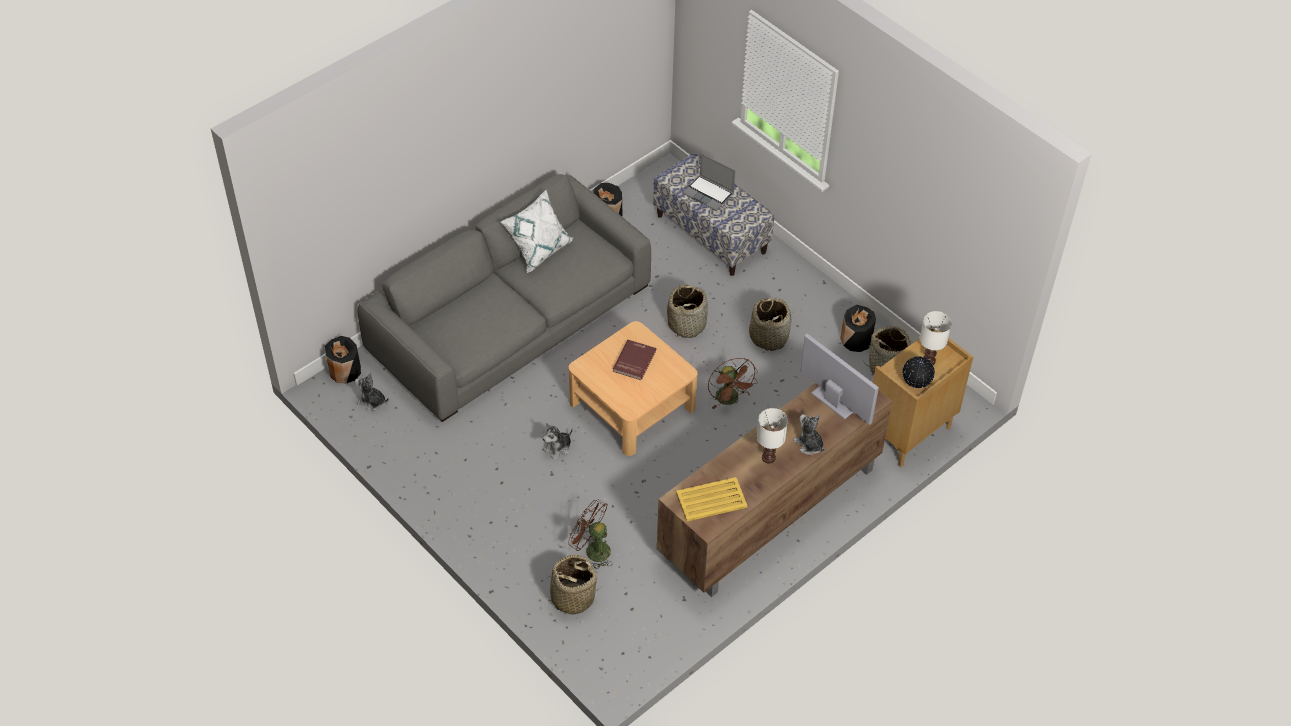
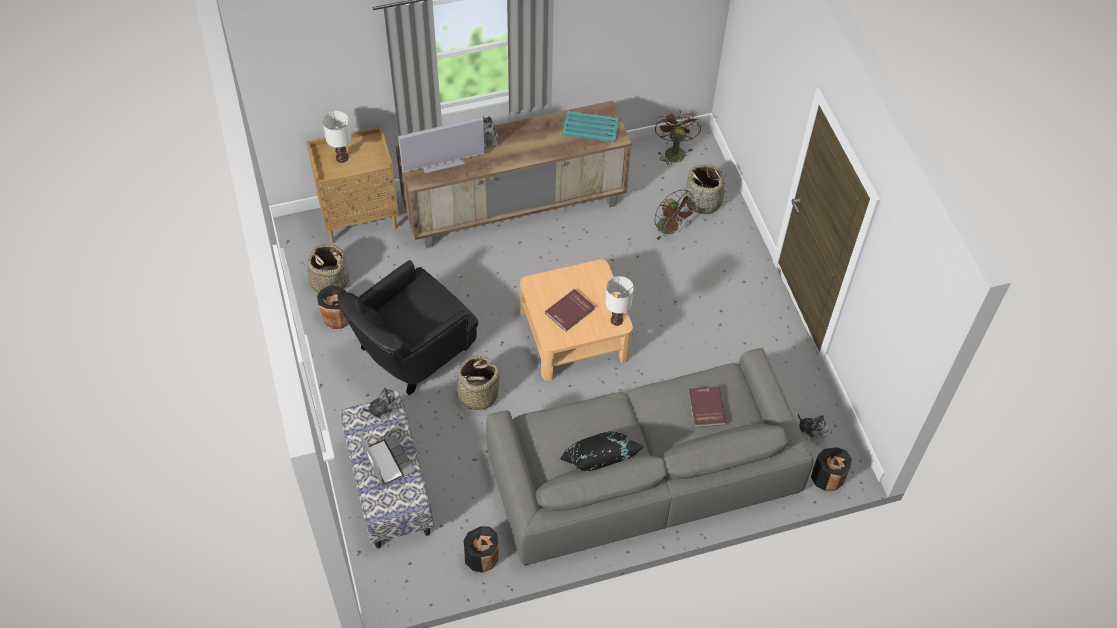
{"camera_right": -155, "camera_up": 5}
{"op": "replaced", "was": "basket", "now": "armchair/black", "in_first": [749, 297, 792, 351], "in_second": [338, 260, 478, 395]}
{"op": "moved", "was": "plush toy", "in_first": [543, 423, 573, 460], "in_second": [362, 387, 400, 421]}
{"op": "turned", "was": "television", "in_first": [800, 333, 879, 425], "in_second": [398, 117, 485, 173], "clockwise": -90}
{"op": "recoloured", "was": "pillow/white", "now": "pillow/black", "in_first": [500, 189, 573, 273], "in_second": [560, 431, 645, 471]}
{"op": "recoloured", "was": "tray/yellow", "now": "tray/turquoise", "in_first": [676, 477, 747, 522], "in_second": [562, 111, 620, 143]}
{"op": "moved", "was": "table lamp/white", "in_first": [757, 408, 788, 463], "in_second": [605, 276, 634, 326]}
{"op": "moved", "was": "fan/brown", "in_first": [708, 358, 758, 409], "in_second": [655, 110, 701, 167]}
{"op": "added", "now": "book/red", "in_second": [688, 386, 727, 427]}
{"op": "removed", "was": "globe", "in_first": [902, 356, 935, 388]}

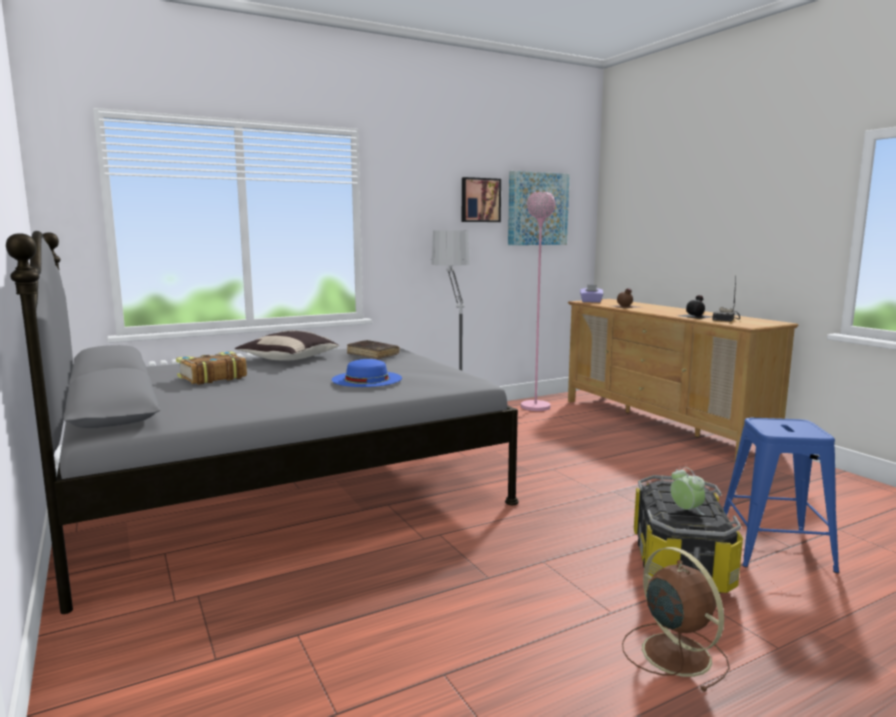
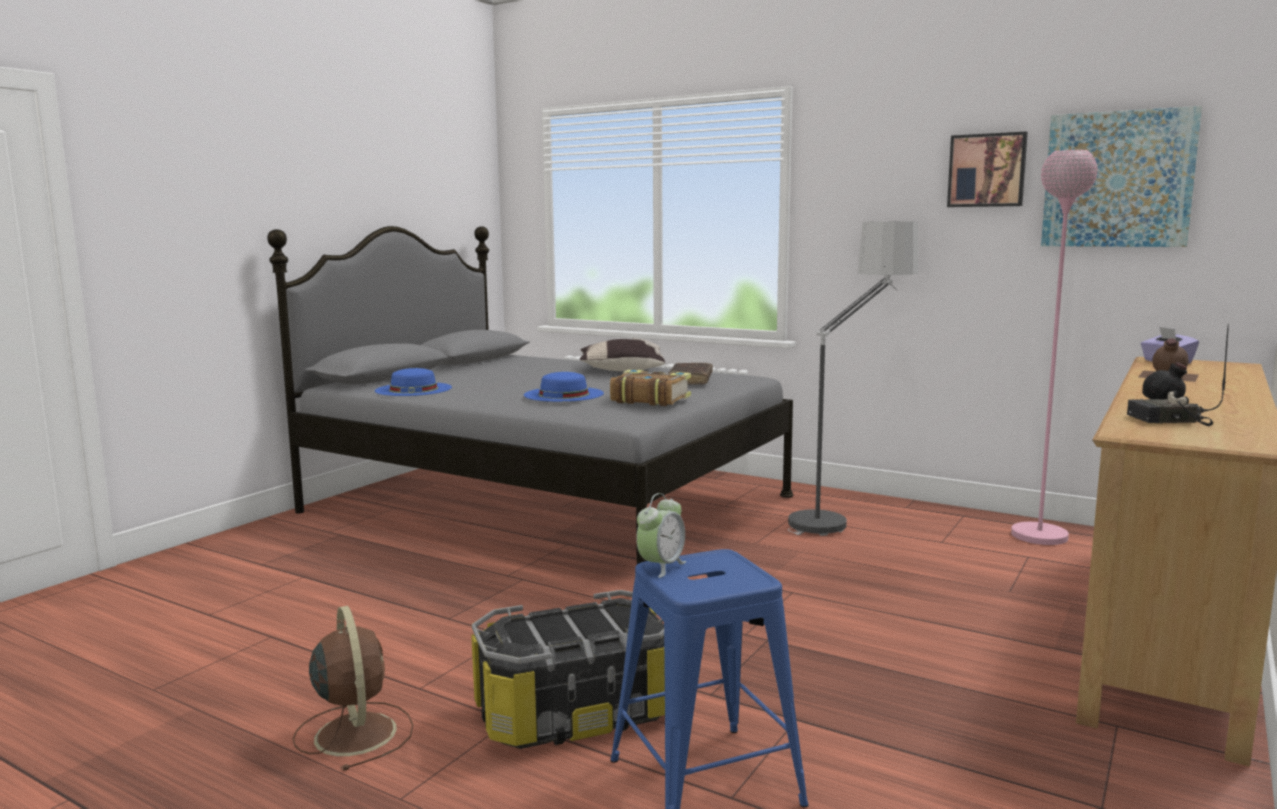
{"camera_right": 60, "camera_up": 0}
{"op": "turned", "was": "fan/brown", "in_first": [622, 547, 730, 692], "in_second": [293, 606, 413, 771], "clockwise": -60}
{"op": "added", "now": "hat/blue", "in_second": [375, 368, 452, 396]}
{"op": "moved", "was": "book", "in_first": [176, 351, 247, 385], "in_second": [610, 369, 691, 406]}
{"op": "moved", "was": "alarm clock", "in_first": [670, 467, 706, 515], "in_second": [636, 493, 686, 578]}

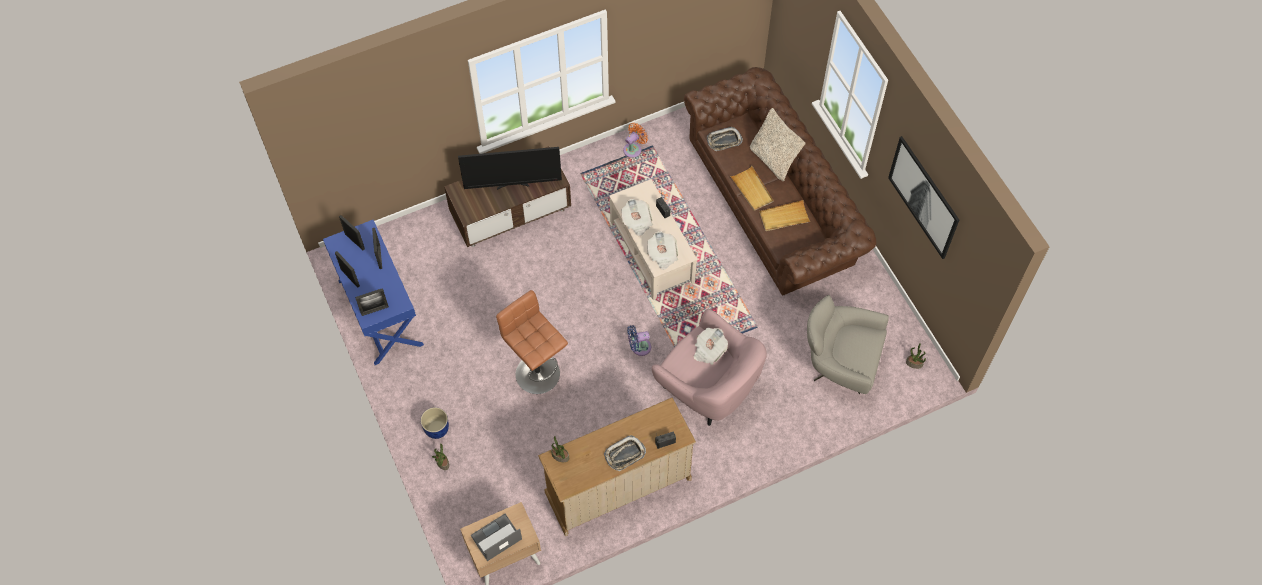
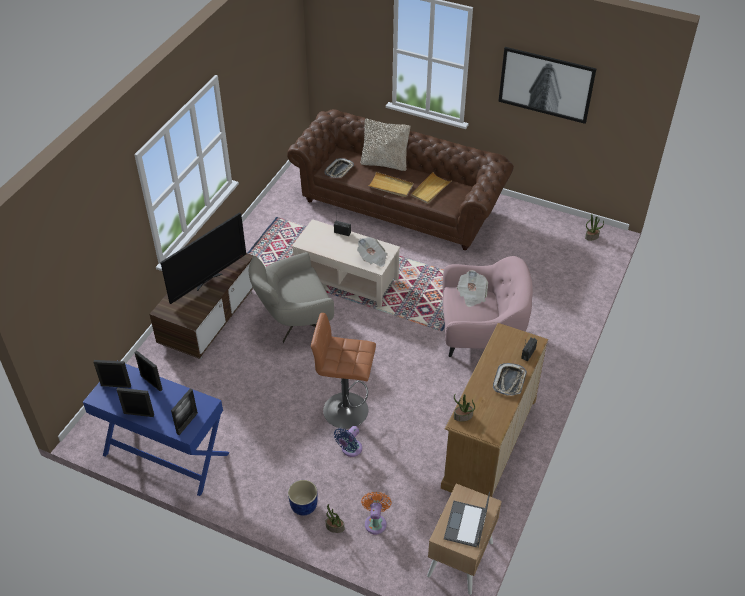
{"camera_right": -40, "camera_up": -15}
{"op": "moved", "was": "armchair/grey", "in_first": [807, 295, 889, 394], "in_second": [249, 252, 334, 343]}
{"op": "moved", "was": "fan/blue", "in_first": [627, 325, 651, 356], "in_second": [334, 426, 362, 457]}
{"op": "moved", "was": "fan/orange", "in_first": [623, 123, 648, 158], "in_second": [361, 492, 392, 534]}
{"op": "removed", "was": "newspaper", "in_first": [621, 198, 653, 236]}

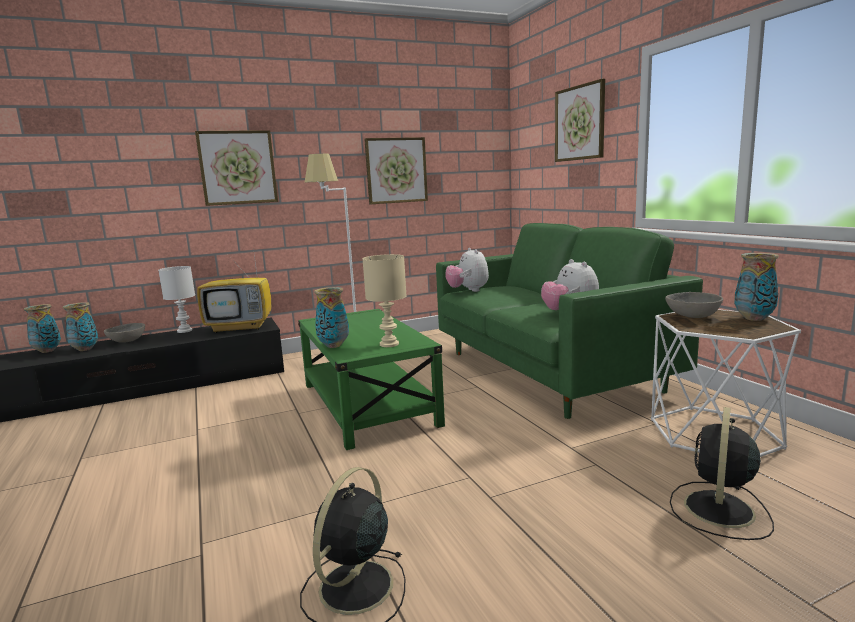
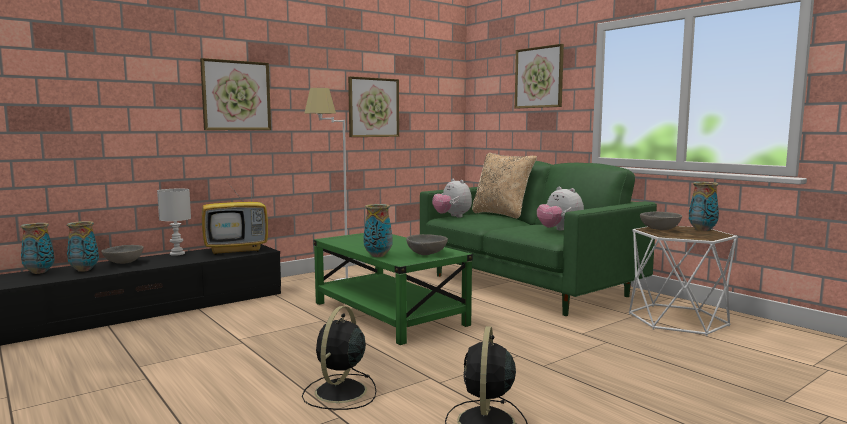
{"camera_right": -15, "camera_up": -5}
{"op": "moved", "was": "fan/black", "in_first": [670, 407, 774, 540], "in_second": [302, 306, 376, 410]}
{"op": "replaced", "was": "table lamp/beige", "now": "bowl/grey", "in_first": [362, 254, 407, 347], "in_second": [406, 234, 448, 255]}
{"op": "added", "now": "pillow/beige", "in_second": [472, 153, 537, 219]}

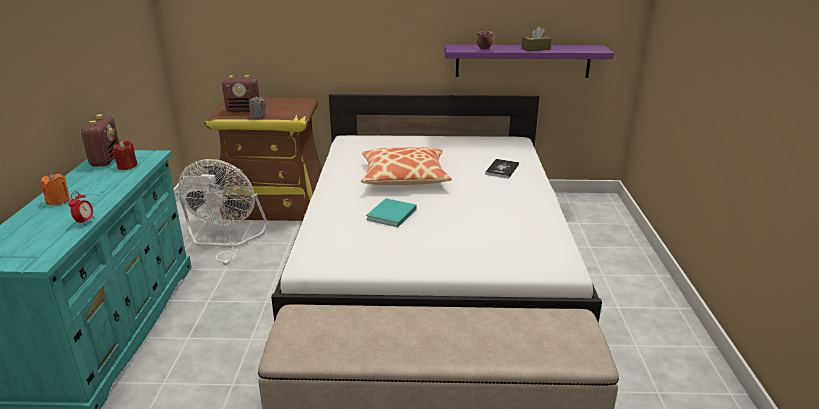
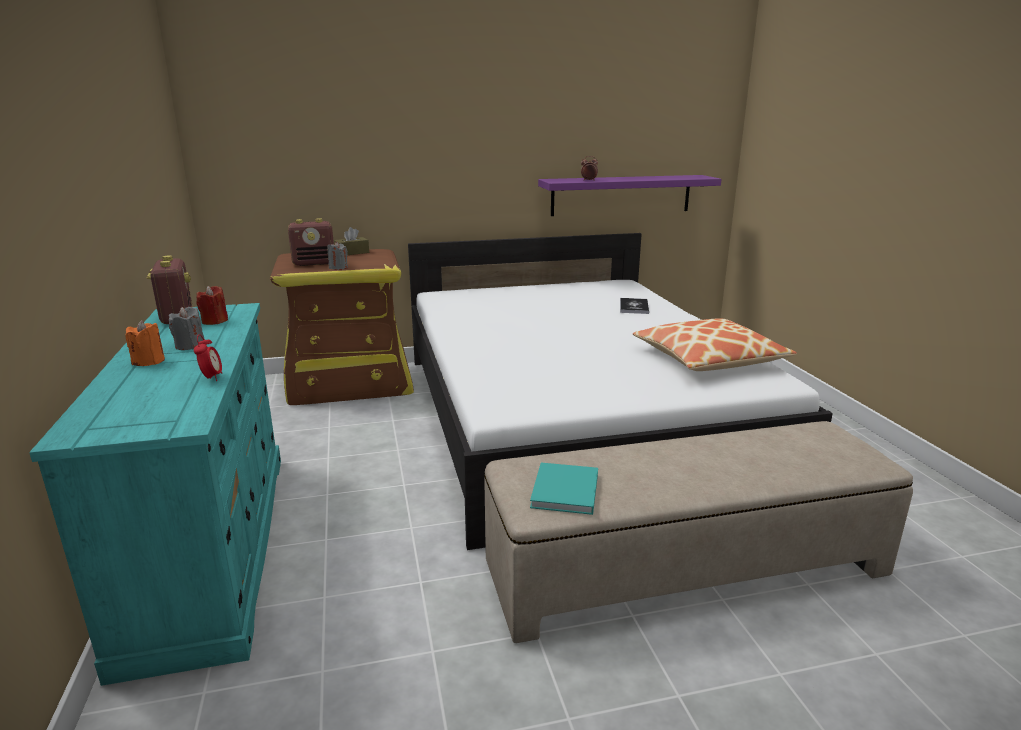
{"camera_right": -15, "camera_up": -5}
{"op": "added", "now": "candle/grey", "in_second": [169, 307, 204, 350]}
{"op": "moved", "was": "tissue box/brown", "in_first": [521, 26, 552, 51], "in_second": [334, 227, 369, 255]}
{"op": "moved", "was": "book/turquoise", "in_first": [366, 198, 417, 227], "in_second": [530, 463, 598, 515]}
{"op": "moved", "was": "pillow", "in_first": [361, 147, 452, 185], "in_second": [633, 318, 797, 371]}
{"op": "removed", "was": "fan/white", "in_first": [176, 159, 267, 265]}

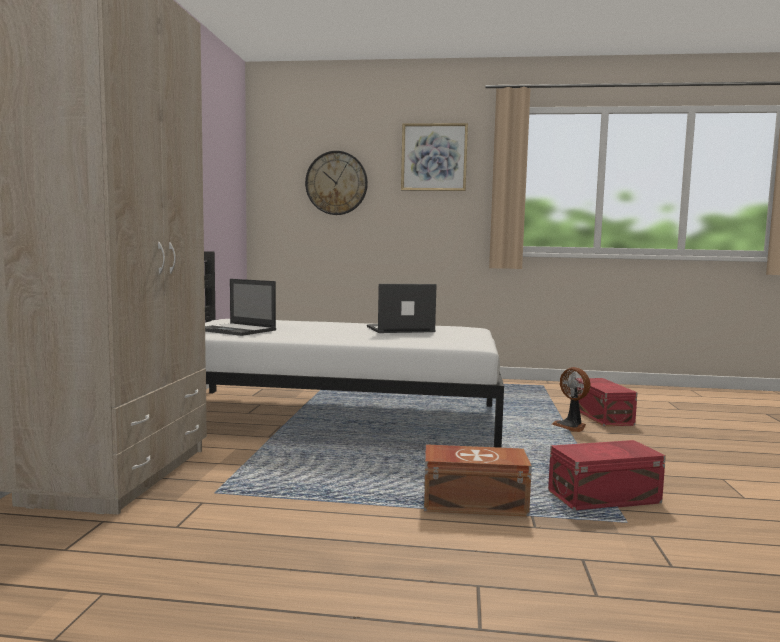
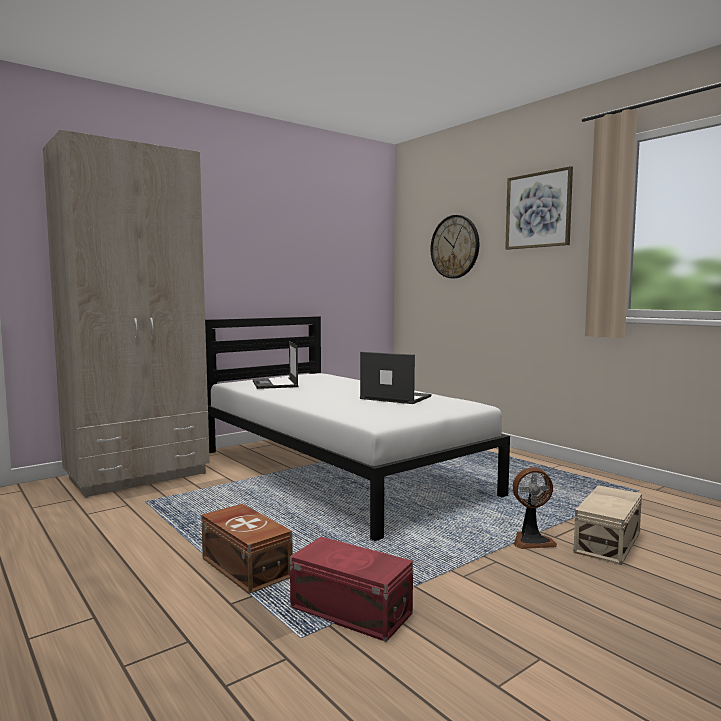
{"camera_right": 45, "camera_up": 0}
{"op": "turned", "was": "fan", "in_first": [552, 367, 591, 432], "in_second": [513, 467, 557, 549], "clockwise": -105}
{"op": "recoloured", "was": "storage box/red", "now": "storage box/beige", "in_first": [575, 378, 638, 426], "in_second": [573, 485, 642, 565]}

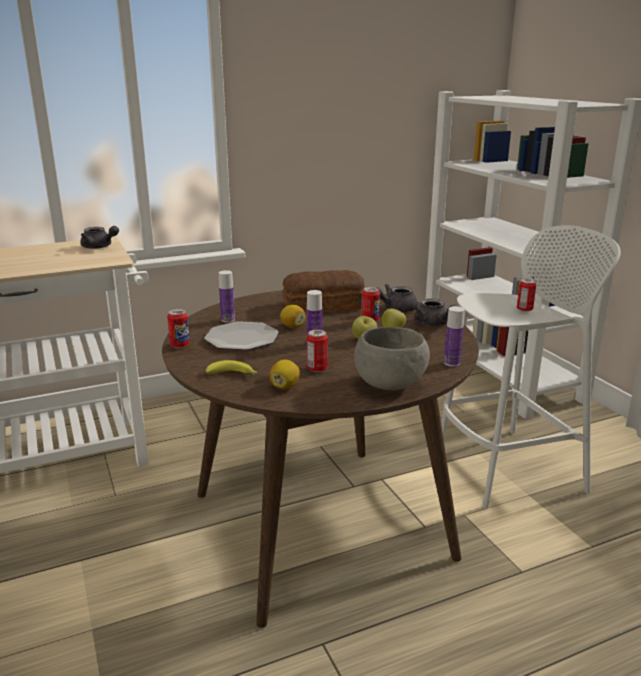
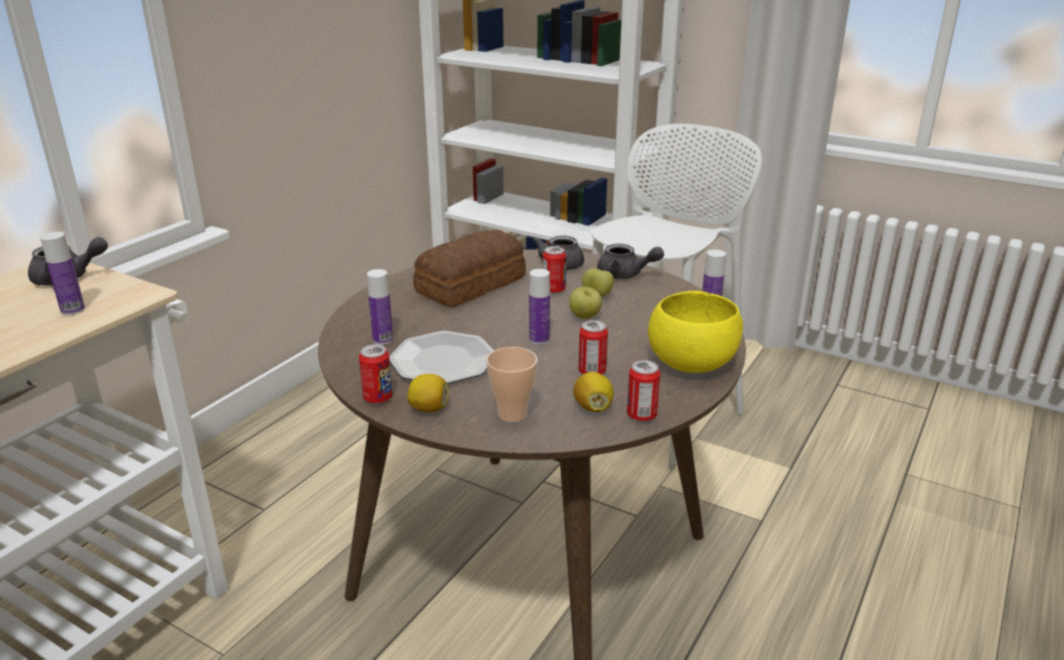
{"camera_right": -35, "camera_up": 5}
{"op": "added", "now": "bottle", "in_second": [40, 232, 85, 315]}
{"op": "moved", "was": "lemon", "in_first": [280, 305, 306, 328], "in_second": [408, 374, 449, 413]}
{"op": "replaced", "was": "banana", "now": "cup", "in_first": [206, 360, 258, 375], "in_second": [486, 347, 538, 422]}
{"op": "moved", "was": "can", "in_first": [517, 279, 536, 312], "in_second": [627, 360, 660, 421]}
{"op": "recoloured", "was": "bowl/grey", "now": "bowl/yellow", "in_first": [354, 327, 430, 390], "in_second": [648, 291, 743, 373]}

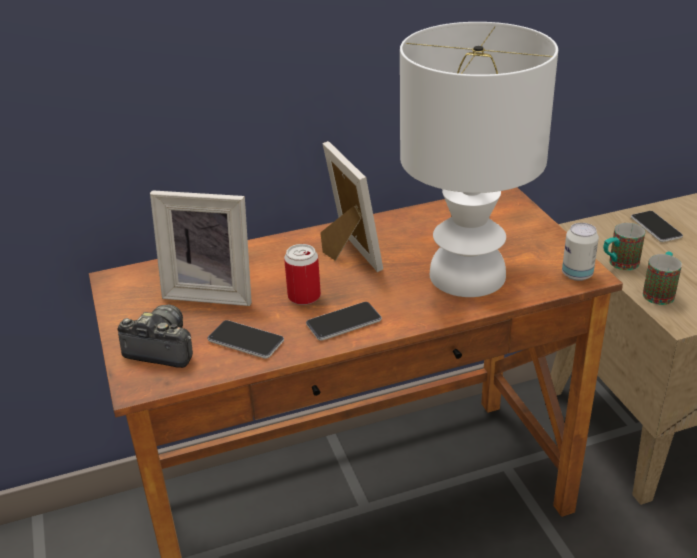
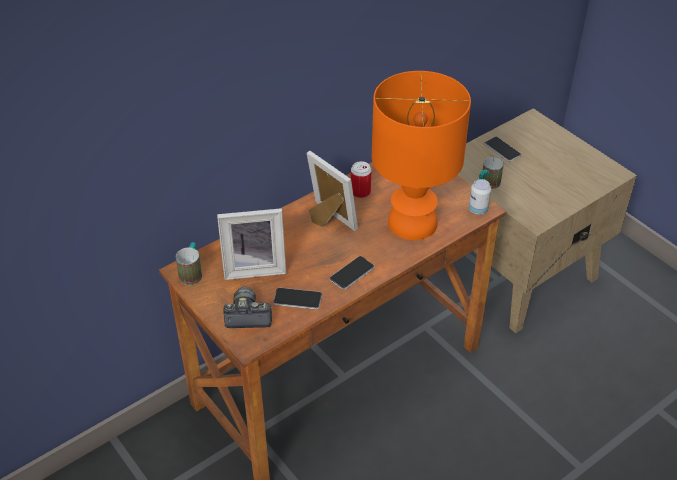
{"camera_right": -20, "camera_up": 10}
{"op": "moved", "was": "mug", "in_first": [643, 251, 682, 305], "in_second": [176, 242, 202, 285]}
{"op": "moved", "was": "can", "in_first": [284, 244, 321, 305], "in_second": [351, 161, 371, 198]}
{"op": "recoloured", "was": "table lamp/white", "now": "table lamp/orange", "in_first": [400, 22, 558, 297], "in_second": [372, 71, 471, 240]}

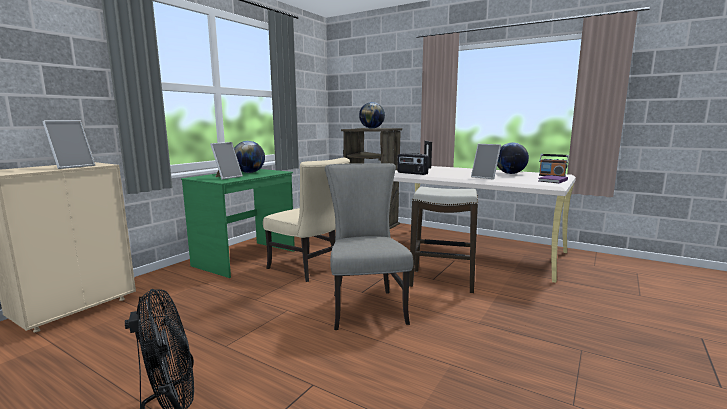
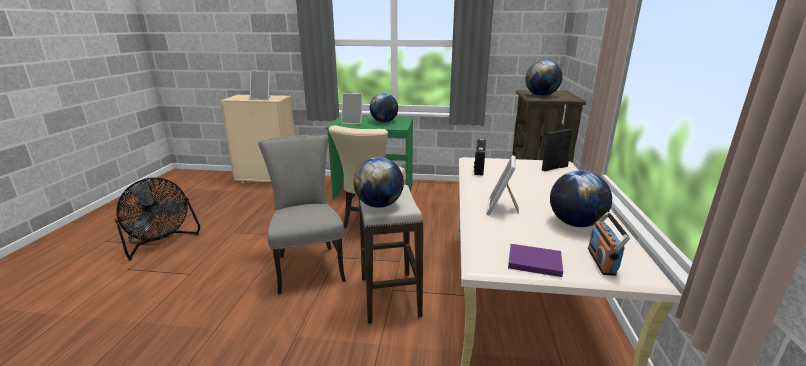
{"camera_right": 65, "camera_up": 10}
{"op": "turned", "was": "chair/grey", "in_first": [325, 163, 413, 330], "in_second": [258, 135, 346, 294], "clockwise": -75}
{"op": "added", "now": "globe", "in_second": [353, 157, 404, 208]}

